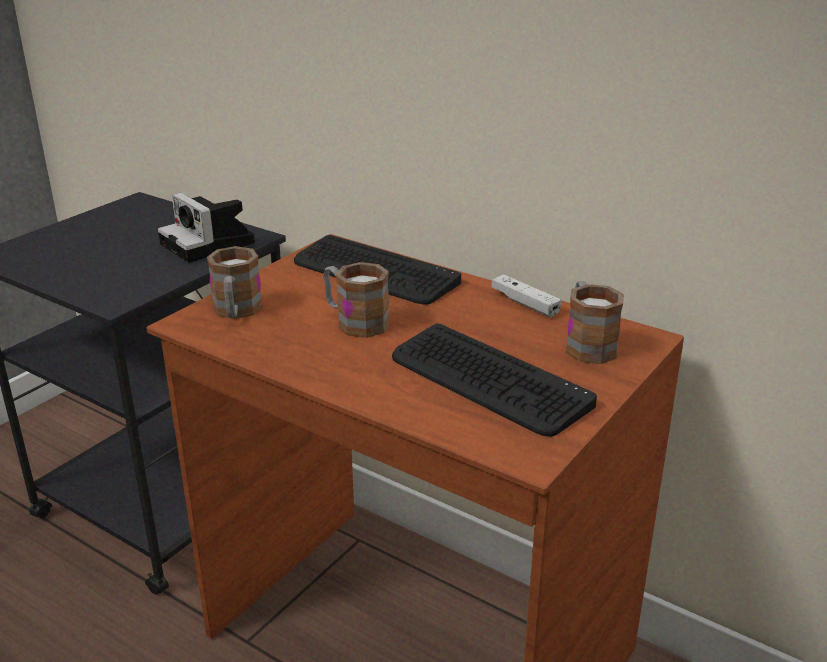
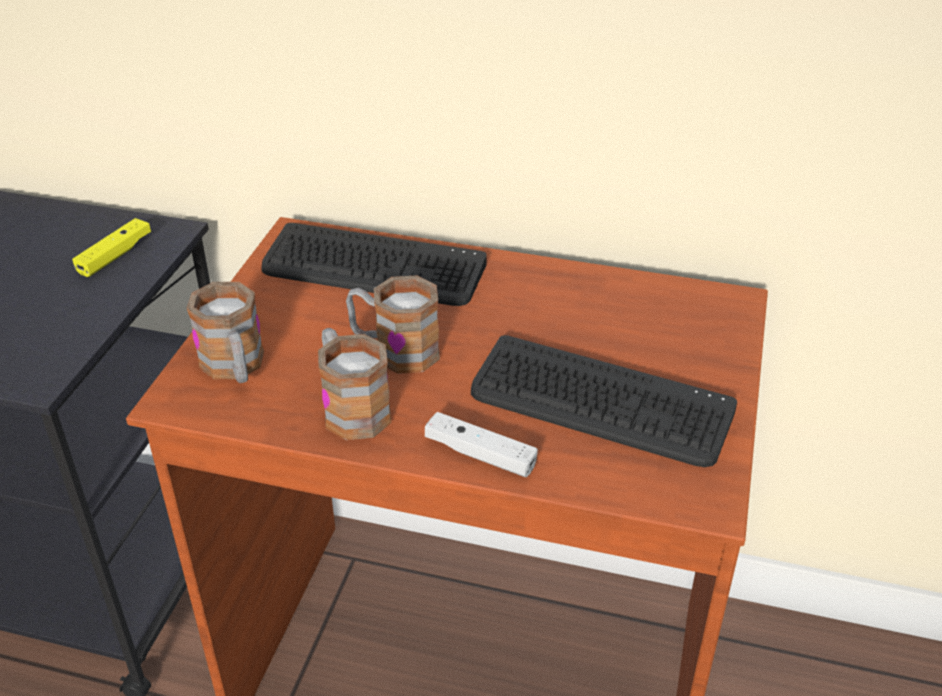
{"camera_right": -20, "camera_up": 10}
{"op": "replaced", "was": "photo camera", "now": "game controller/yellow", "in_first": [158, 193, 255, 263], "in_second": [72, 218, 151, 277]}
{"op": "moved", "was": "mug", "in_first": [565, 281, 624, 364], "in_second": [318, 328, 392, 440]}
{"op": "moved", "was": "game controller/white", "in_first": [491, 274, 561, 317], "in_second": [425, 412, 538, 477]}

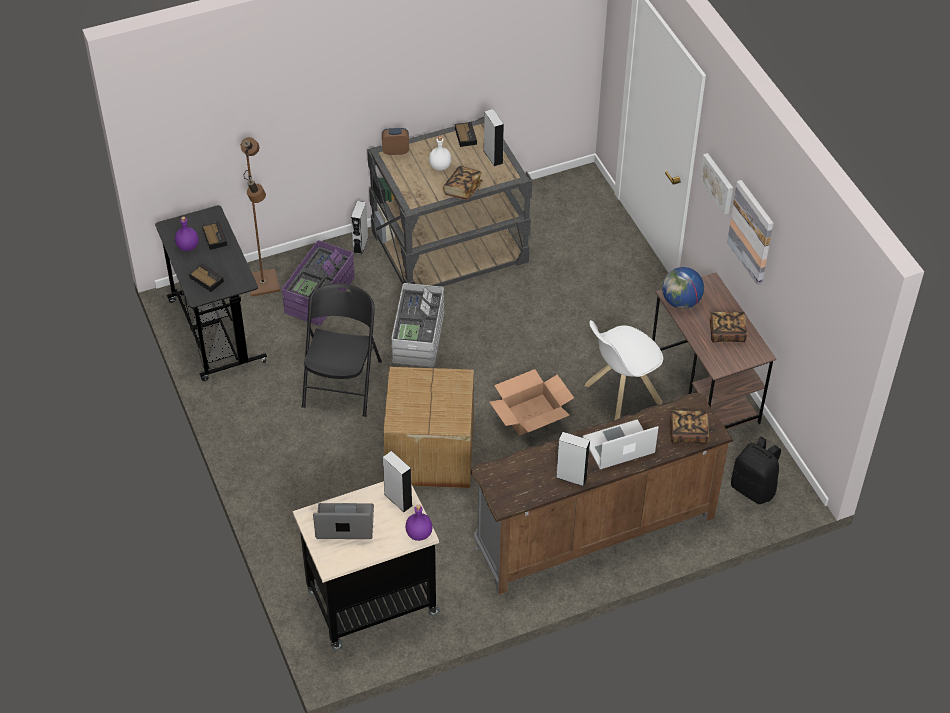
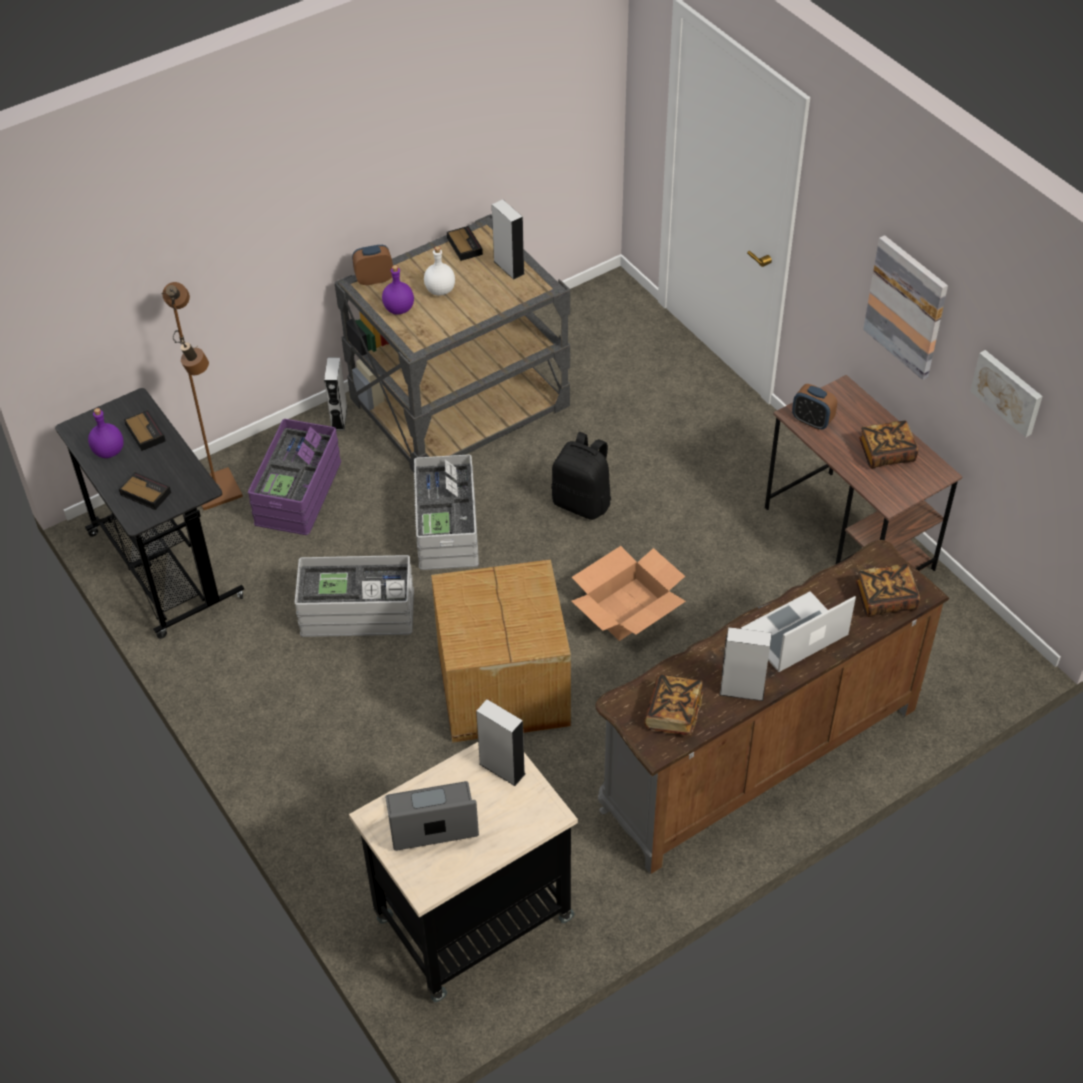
{"camera_right": -10, "camera_up": 0}
{"op": "replaced", "was": "chair/black", "now": "storage box/grey", "in_first": [302, 283, 382, 417], "in_second": [295, 555, 414, 637]}
{"op": "moved", "was": "bottle/purple", "in_first": [405, 505, 432, 541], "in_second": [382, 265, 414, 315]}
{"op": "moved", "was": "backpack/black", "in_first": [731, 437, 781, 504], "in_second": [551, 432, 611, 520]}
{"op": "moved", "was": "book", "in_first": [443, 166, 482, 200], "in_second": [644, 674, 703, 735]}
{"op": "replaced", "was": "globe", "now": "alarm clock", "in_first": [662, 267, 704, 309], "in_second": [792, 384, 837, 430]}
{"op": "moved", "was": "picture", "in_first": [700, 153, 733, 215], "in_second": [970, 350, 1043, 437]}
{"op": "removed", "was": "chair/white", "in_first": [584, 320, 663, 421]}

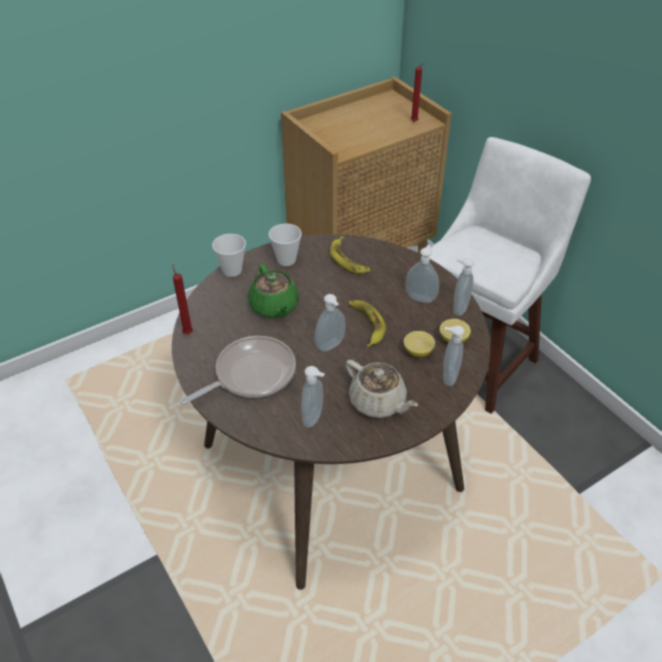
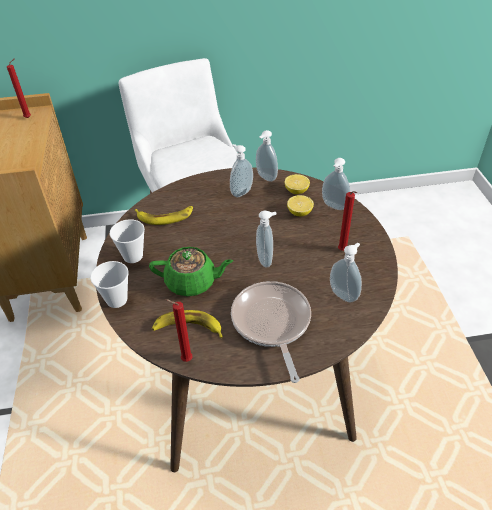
{"camera_right": -65, "camera_up": 0}
{"op": "moved", "was": "banana", "in_first": [349, 300, 386, 348], "in_second": [152, 310, 223, 338]}
{"op": "replaced", "was": "teapot/beige", "now": "candle/red", "in_first": [346, 360, 418, 418], "in_second": [338, 191, 357, 251]}

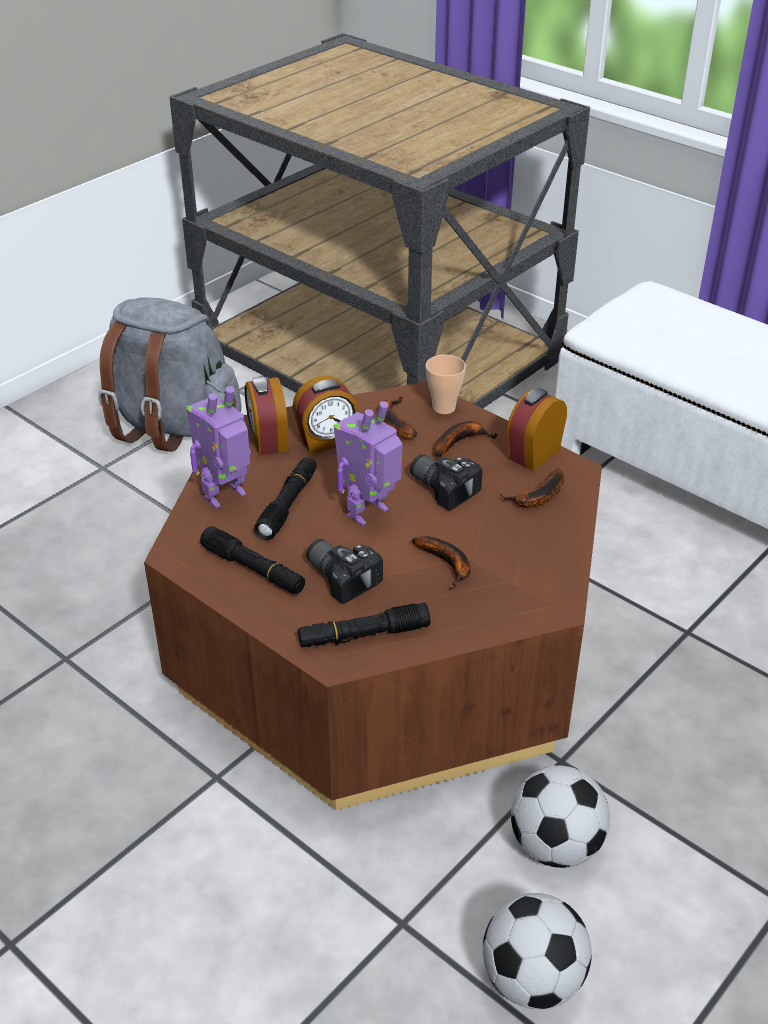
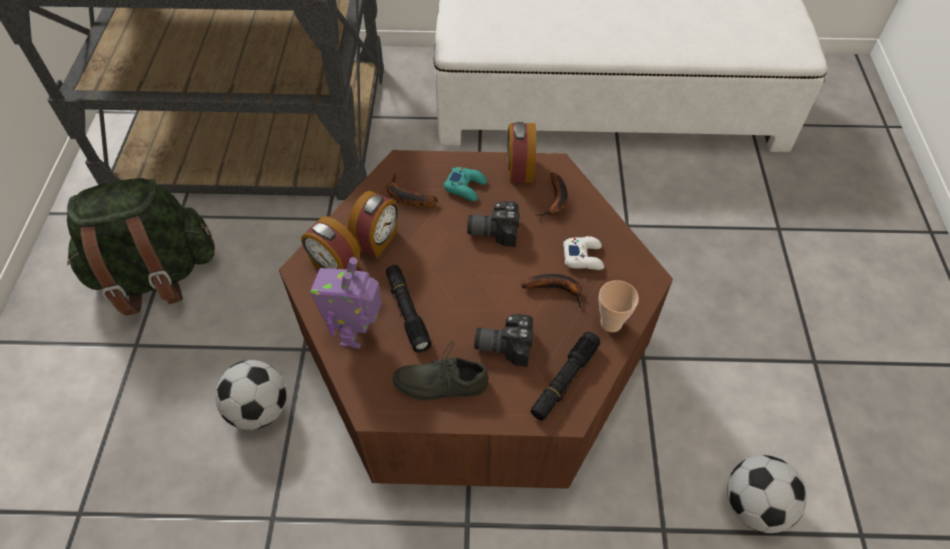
{"camera_right": -40, "camera_up": 15}
{"op": "recoloured", "was": "backpack/grey", "now": "backpack/green", "in_first": [98, 297, 242, 452], "in_second": [67, 178, 215, 316]}
{"op": "moved", "was": "football", "in_first": [511, 765, 610, 868], "in_second": [215, 360, 287, 430]}
{"op": "replaced", "was": "flashlight/black", "now": "shoe/grey", "in_first": [200, 526, 305, 594], "in_second": [393, 341, 489, 400]}
{"op": "replaced", "was": "banana", "now": "game controller/turquoise", "in_first": [434, 421, 497, 457], "in_second": [444, 167, 487, 201]}
{"op": "added", "now": "game controller/white", "in_second": [563, 236, 604, 270]}
{"op": "moved", "was": "cup", "in_first": [426, 355, 466, 414], "in_second": [598, 280, 639, 332]}
{"op": "removed", "was": "toy robot", "in_first": [334, 401, 403, 526]}

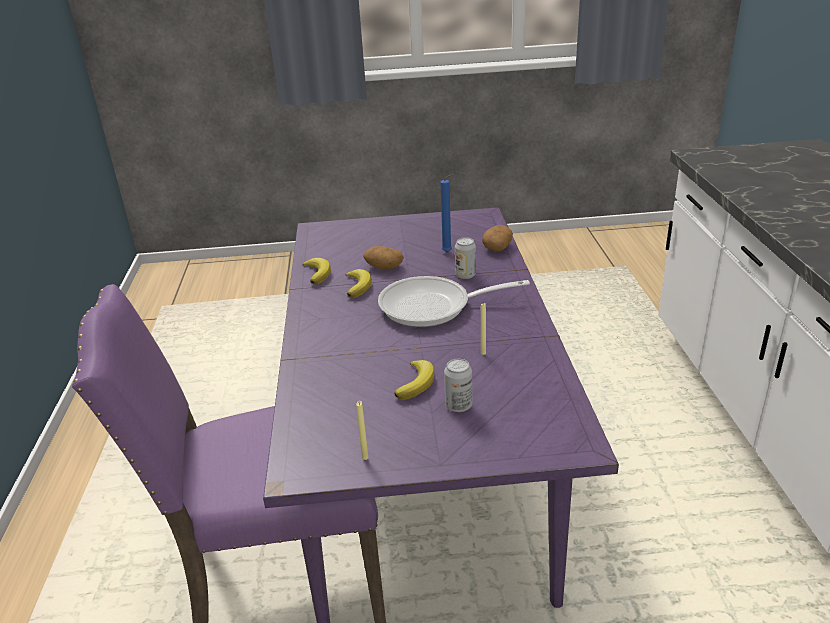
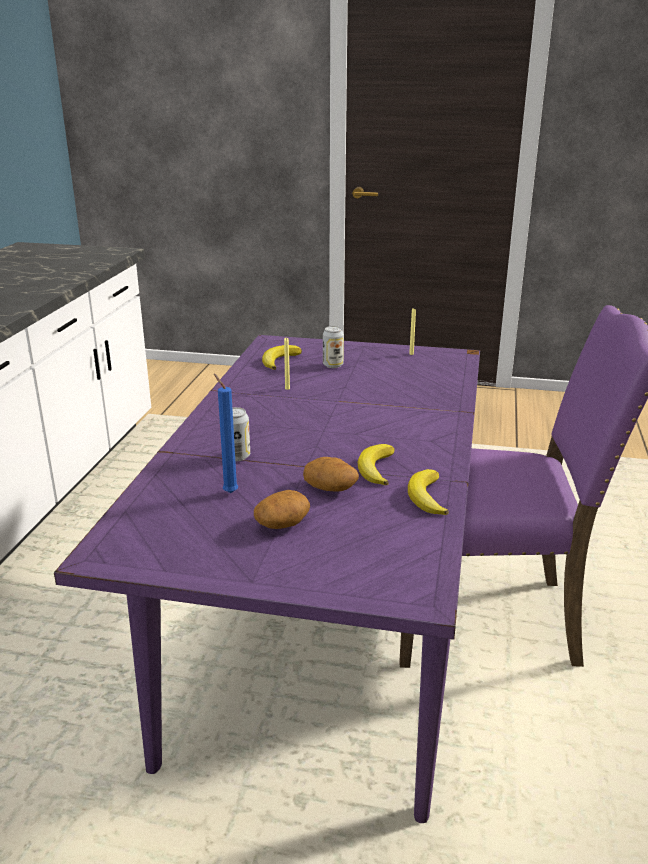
{"camera_right": -165, "camera_up": -5}
{"op": "moved", "was": "potato", "in_first": [482, 225, 513, 251], "in_second": [254, 490, 310, 529]}
{"op": "moved", "was": "banana", "in_first": [394, 360, 434, 400], "in_second": [262, 345, 302, 370]}
{"op": "removed", "was": "frying pan", "in_first": [378, 276, 530, 327]}

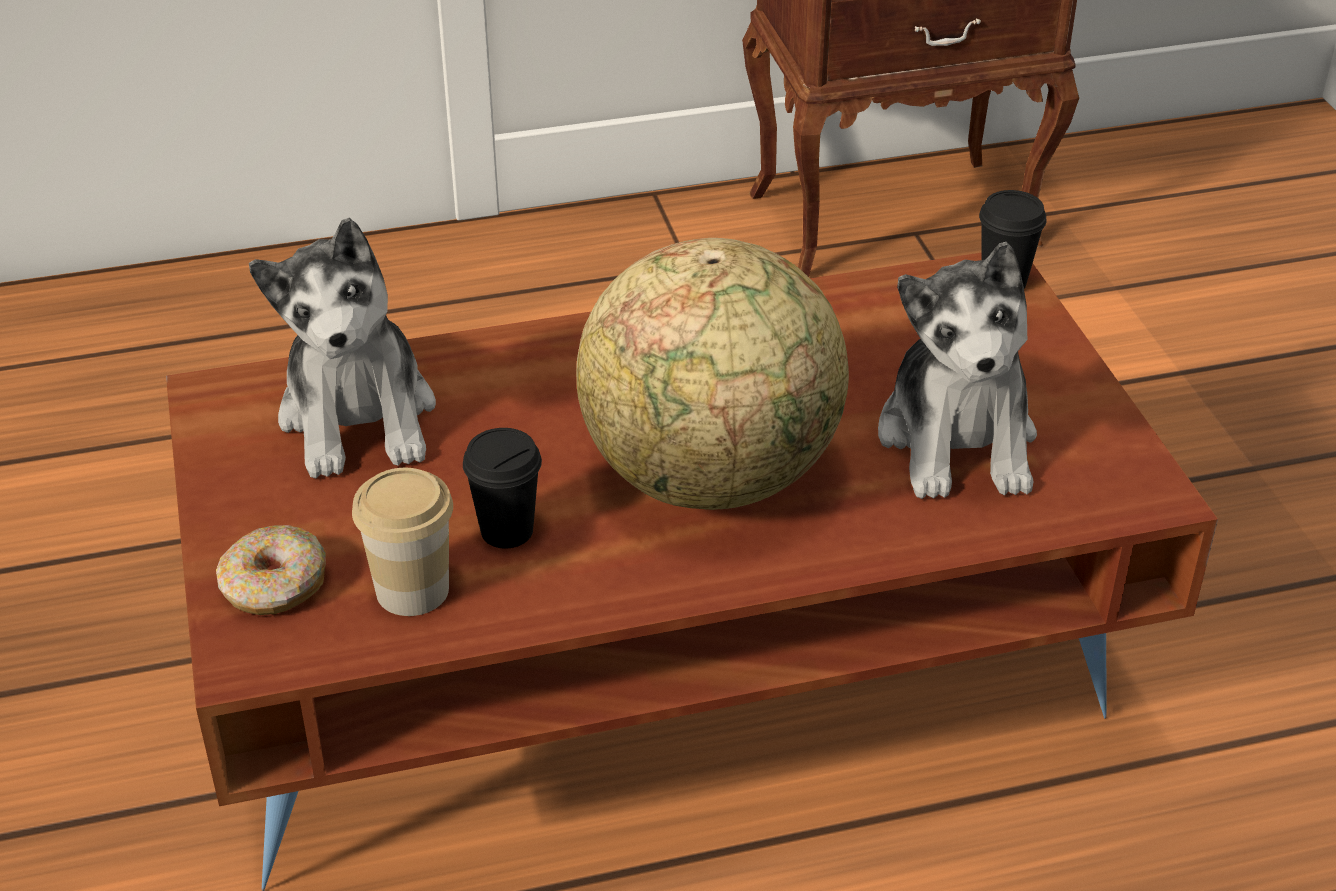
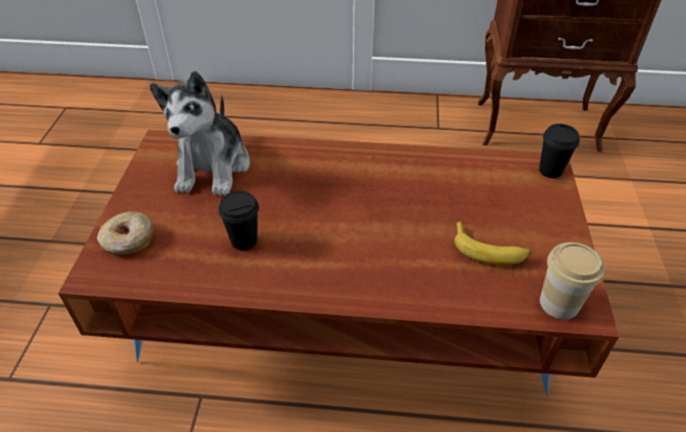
{"camera_right": 20, "camera_up": 5}
{"op": "replaced", "was": "plush toy", "now": "banana", "in_first": [878, 242, 1037, 499], "in_second": [454, 221, 532, 265]}
{"op": "moved", "was": "cup", "in_first": [352, 468, 453, 616], "in_second": [540, 242, 605, 320]}
{"op": "removed", "was": "globe", "in_first": [576, 238, 849, 510]}

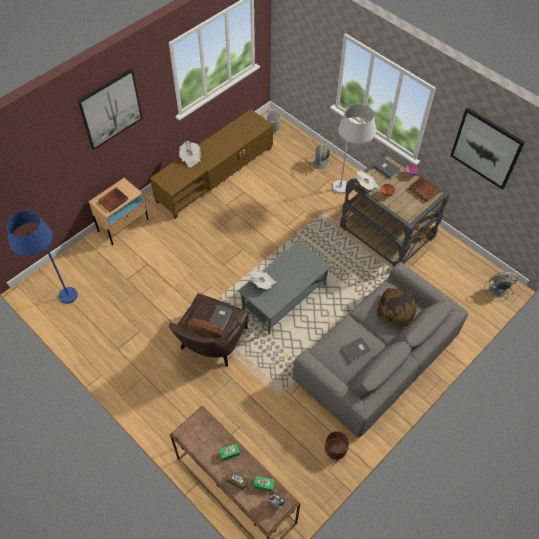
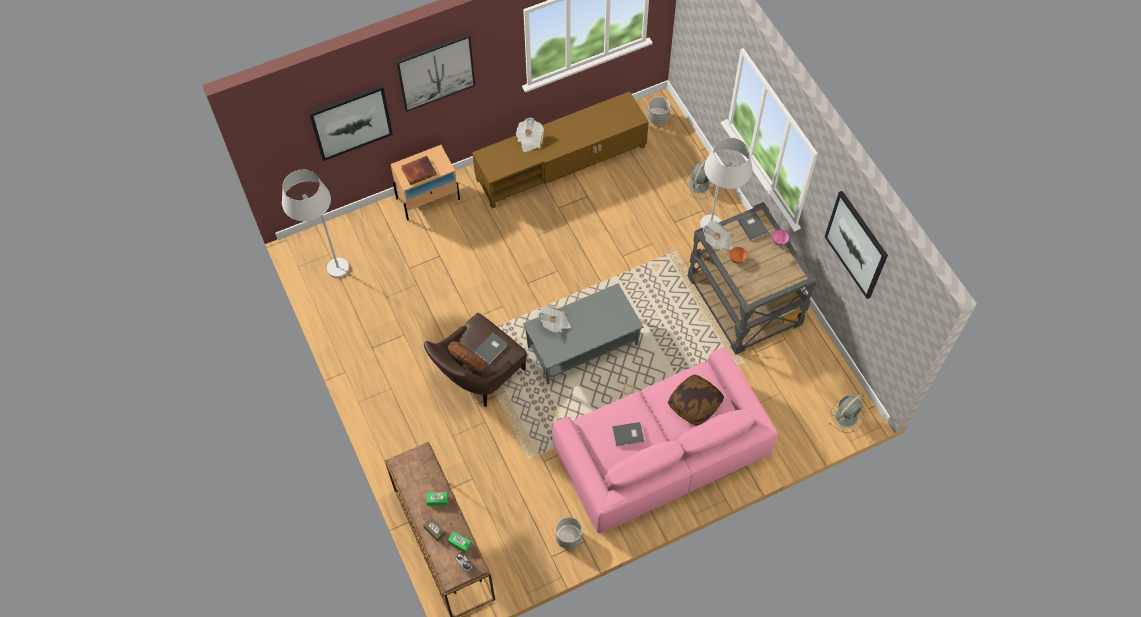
{"camera_right": 20, "camera_up": 5}
{"op": "recoloured", "was": "floor lamp/blue", "now": "floor lamp/white", "in_first": [7, 211, 78, 304], "in_second": [282, 170, 349, 278]}
{"op": "added", "now": "picture", "in_second": [308, 85, 393, 161]}
{"op": "recoloured", "was": "sofa/grey", "now": "sofa/pink", "in_first": [293, 262, 468, 438], "in_second": [552, 347, 778, 533]}
{"op": "recoloured", "was": "planter/brown", "now": "planter/grey", "in_first": [325, 431, 349, 460], "in_second": [556, 517, 582, 549]}
{"op": "turned", "was": "fan/grey", "in_first": [484, 272, 518, 302], "in_second": [829, 394, 864, 433], "clockwise": 120}
{"op": "removed", "was": "book", "in_first": [409, 177, 440, 202]}

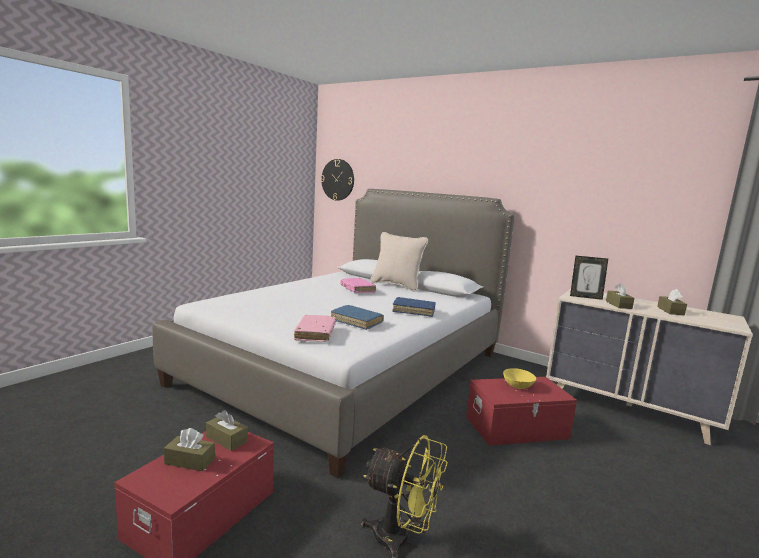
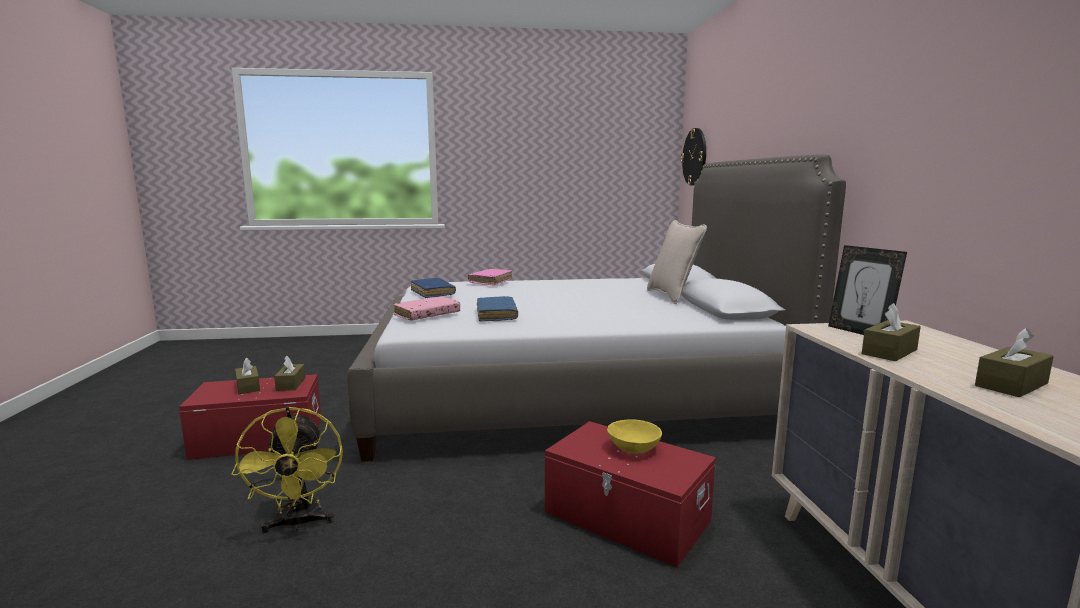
{"camera_right": 50, "camera_up": 0}
{"op": "moved", "was": "book/blue", "in_first": [392, 297, 436, 317], "in_second": [411, 278, 456, 298]}
{"op": "moved", "was": "book/pink", "in_first": [340, 278, 376, 293], "in_second": [468, 269, 512, 286]}

